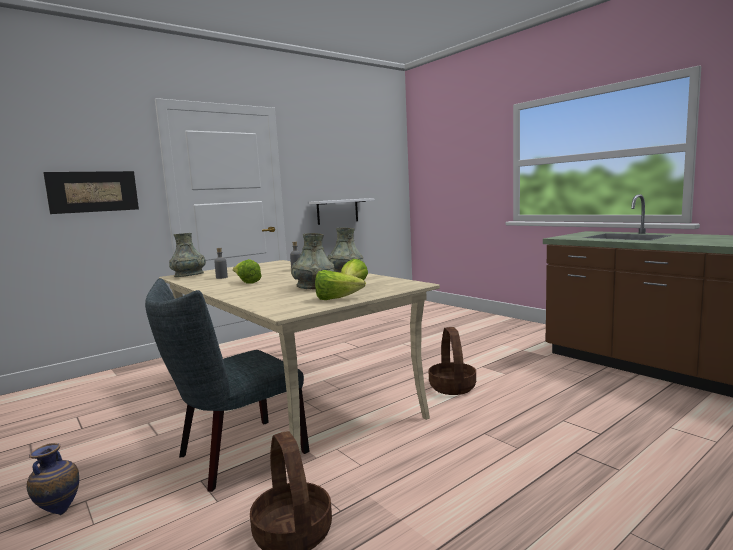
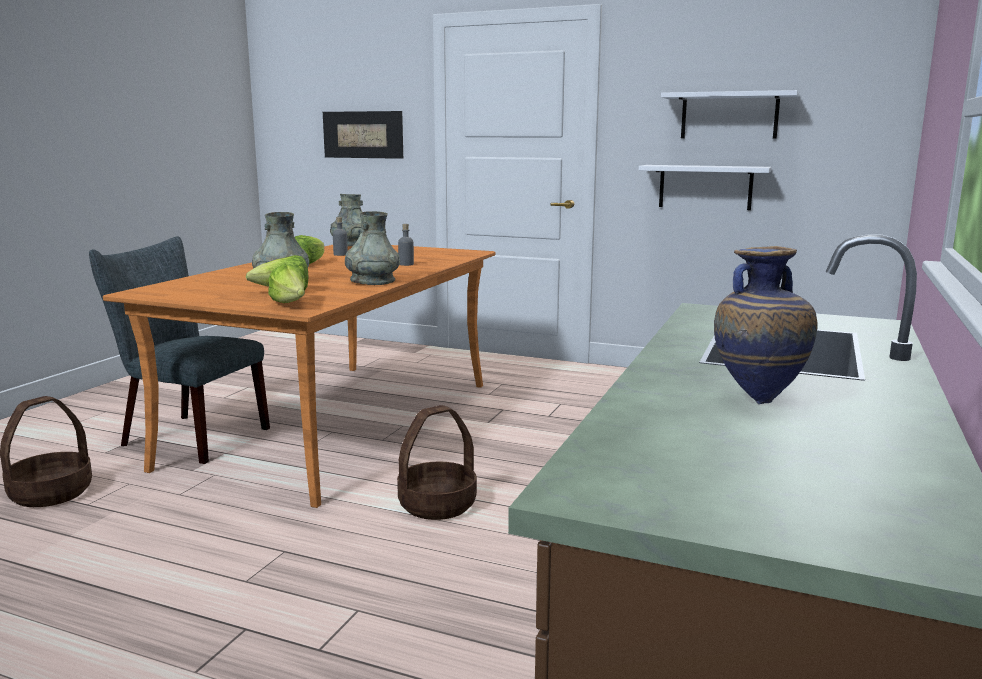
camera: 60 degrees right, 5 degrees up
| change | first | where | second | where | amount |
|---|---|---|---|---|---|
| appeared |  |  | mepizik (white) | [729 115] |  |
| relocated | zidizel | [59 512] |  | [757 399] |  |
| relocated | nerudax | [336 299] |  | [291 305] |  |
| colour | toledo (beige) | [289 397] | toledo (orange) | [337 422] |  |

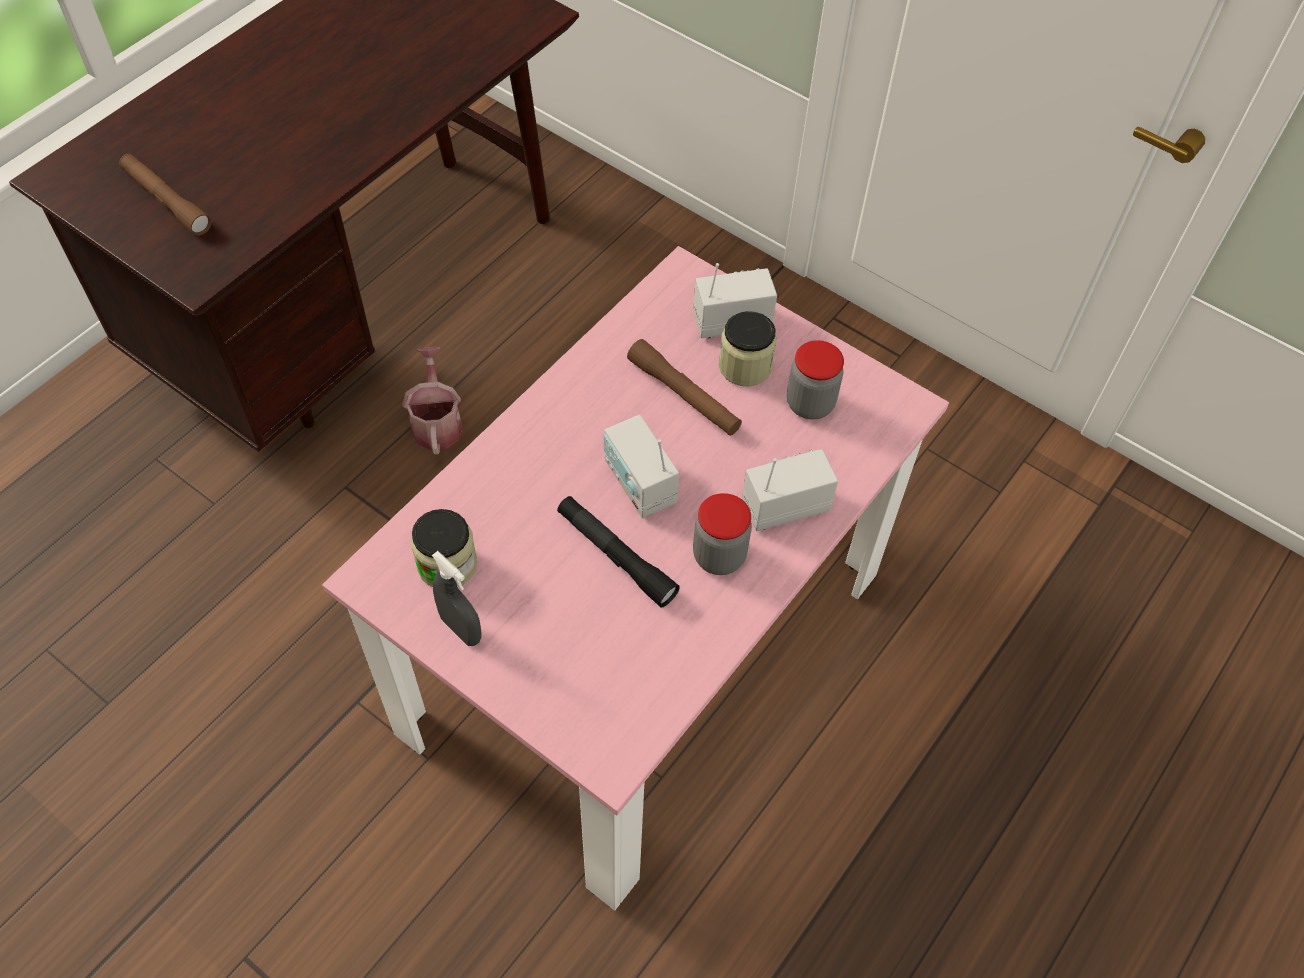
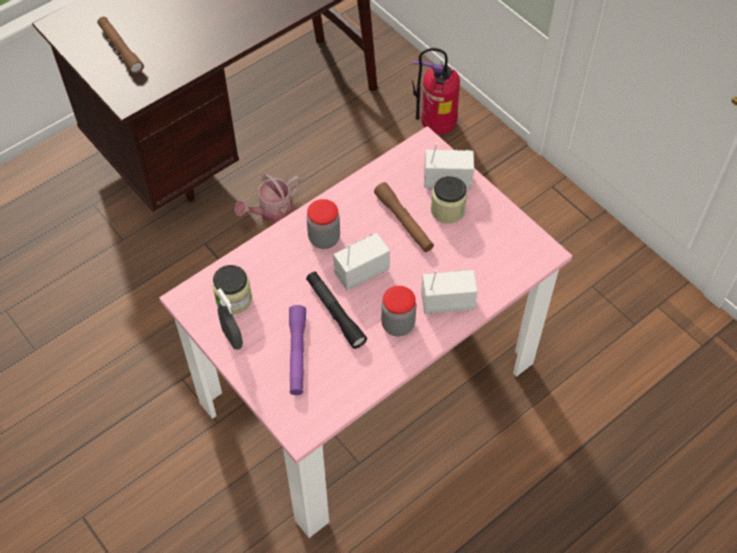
camera: 15 degrees right, 0 degrees up
| change | first | where | second | where | amount |
|---|---|---|---|---|---|
| appeared |  |  | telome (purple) | [297 354] |  |
| appeared |  |  | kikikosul | [436 127] |  |
| relocated | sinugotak | [810 404] |  | [324 238] |  |
| spun | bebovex | [436 422] |  | [271 212] | 135 degrees counterclockwise |
| spun | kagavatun | [639 484] |  | [361 272] | 75 degrees clockwise |

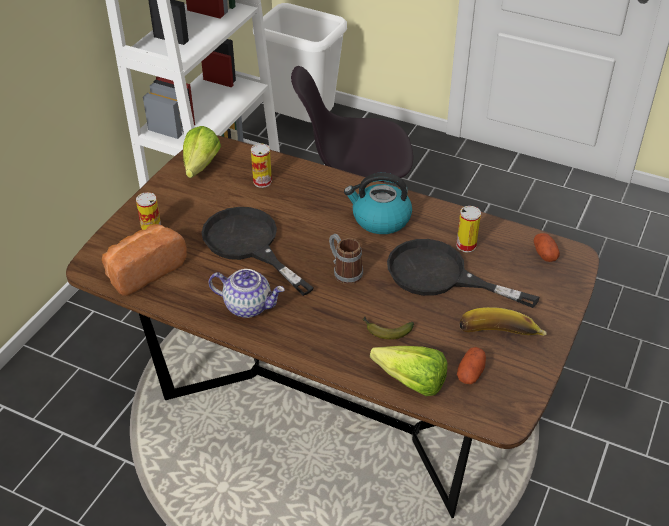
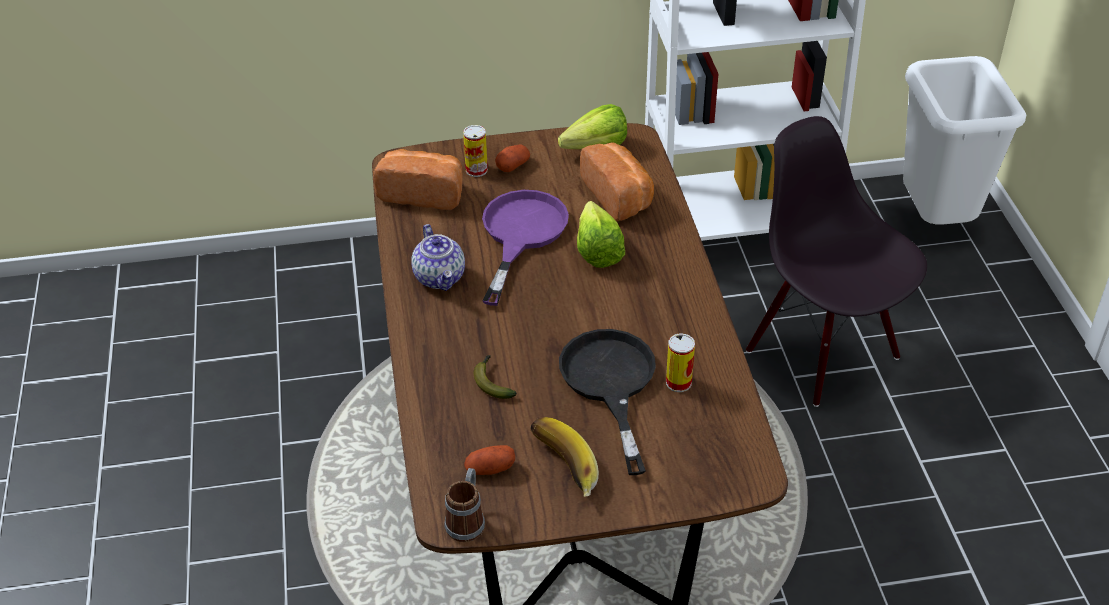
camera: 55 degrees right, 0 degrees up
| change | first | where | second | where | amount |
|---|---|---|---|---|---|
| missing | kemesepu | [380 219] |  |  |  |
| relocated | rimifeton | [344 271] |  | [467 520] |  |
| relocated | nerudax | [406 379] |  | [598 247] |  |
| relocated | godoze | [544 254] |  | [513 165] |  |
| exchanged | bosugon | [262 181] | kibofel | [619 196] |  |
| colour | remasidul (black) | [248 244] | remasidul (purple) | [520 235] |  |

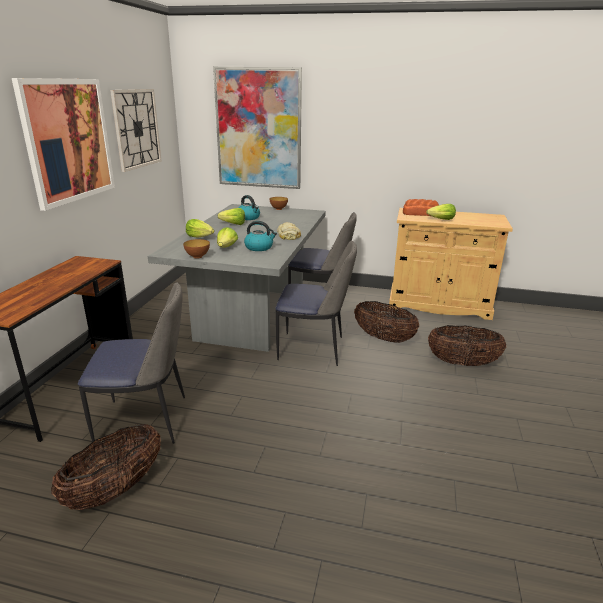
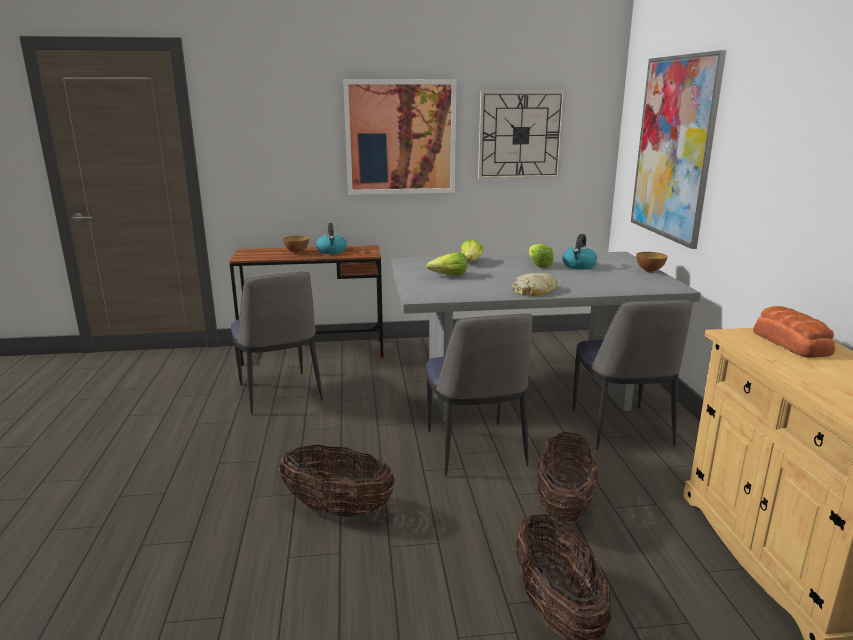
camera: 70 degrees right, 5 degrees down
| change | first | where | second | where | amount |
|---|---|---|---|---|---|
| missing | nerudax | [441 219] |  |  |  |
| relocated | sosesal | [115 489] |  | [338 509] |  |
| relocated | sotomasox | [197 257] |  | [297 252] |  |
| relocated | kemesepu | [259 247] |  | [332 251] |  |

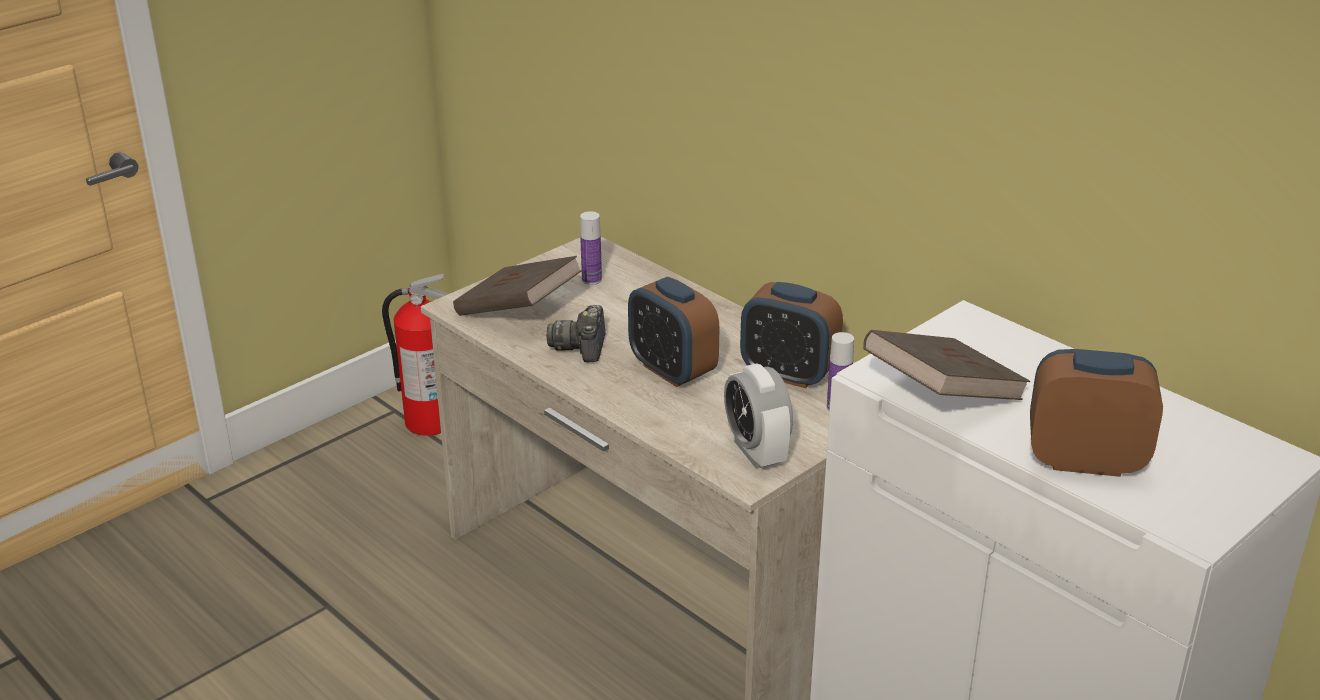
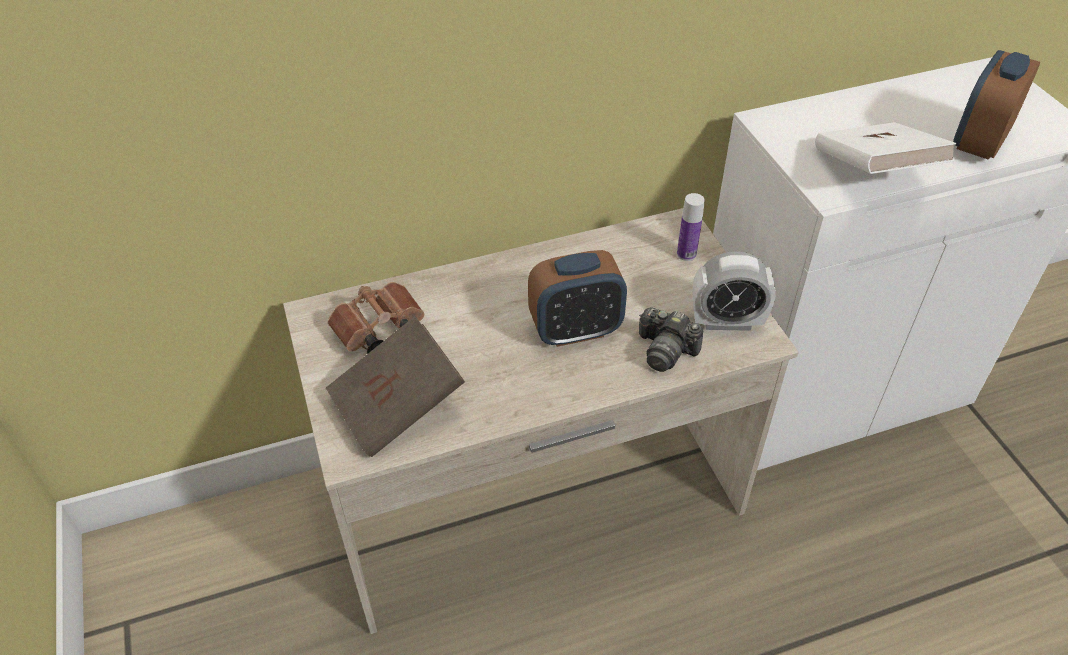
camera: 65 degrees left, 15 degrees up
| change | first | where | second | where | amount |
|---|---|---|---|---|---|
| missing | kikikosul | [429 421] |  |  |  |
| missing | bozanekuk | [788 374] |  |  |  |
| relocated | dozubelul | [581 347] |  | [665 350] |  |
| exchanged | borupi | [591 280] | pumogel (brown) | [378 332] |  |
| colour | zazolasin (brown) | [942 395] | zazolasin (white) | [874 171] |  |

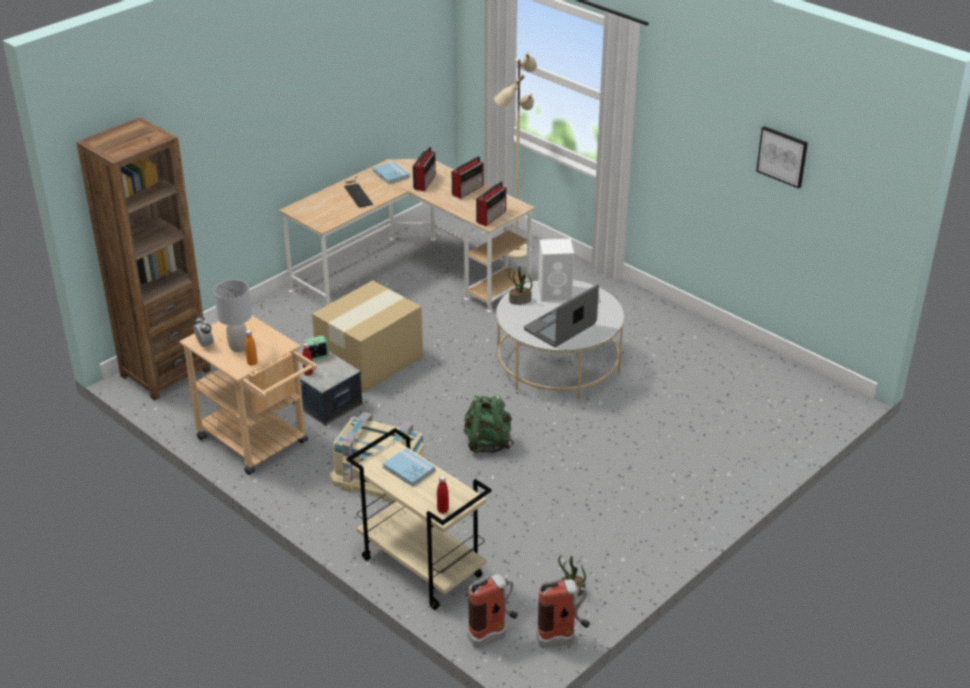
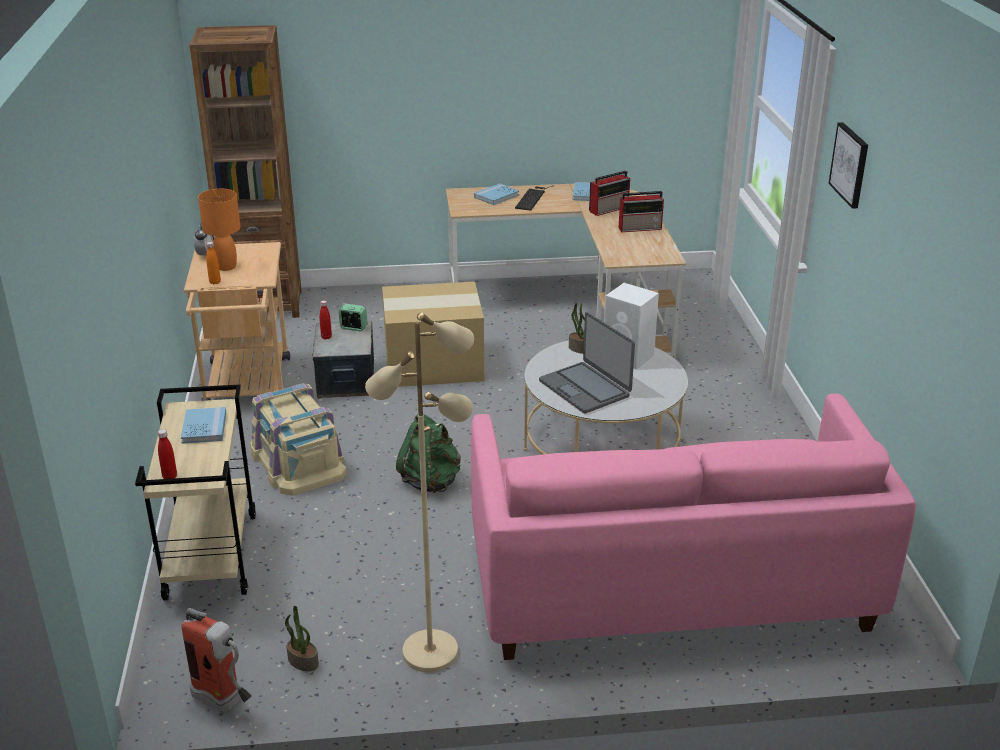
camera: 40 degrees right, 5 degrees down
| change | first | where | second | where | amount |
|---|---|---|---|---|---|
| missing | kikikosul | [493 635] |  |  |  |
| missing | kagavatun | [492 216] |  |  |  |
| appeared |  |  | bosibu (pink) | [669 584] |  |
| appeared |  |  | zazolasin (blue) | [496 196] |  |
| relocated | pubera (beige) | [515 251] |  | [430 651] |  |
| relocated | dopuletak | [782 156] |  | [850 164] |  |
| colour | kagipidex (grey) | [238 347] | kagipidex (orange) | [226 267] |  |
| spun | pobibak | [560 327] |  | [585 388] | 120 degrees counterclockwise |

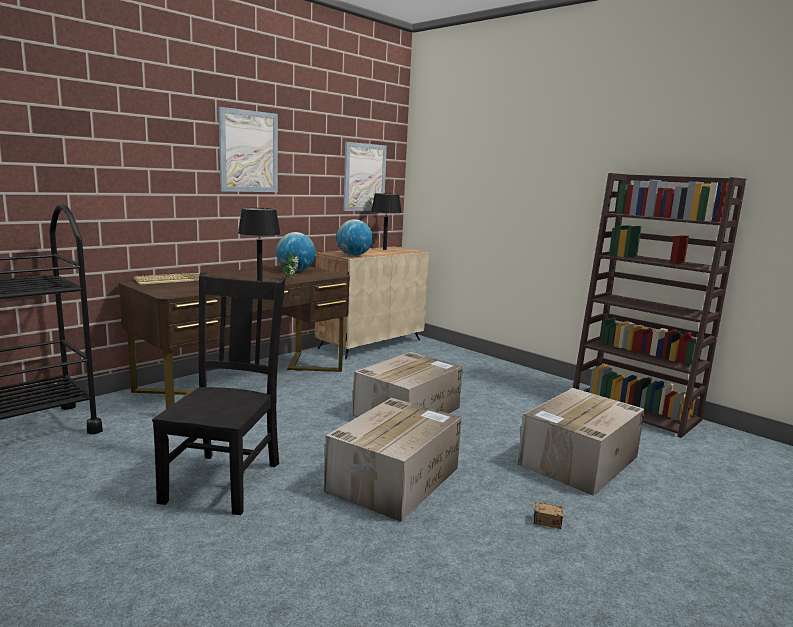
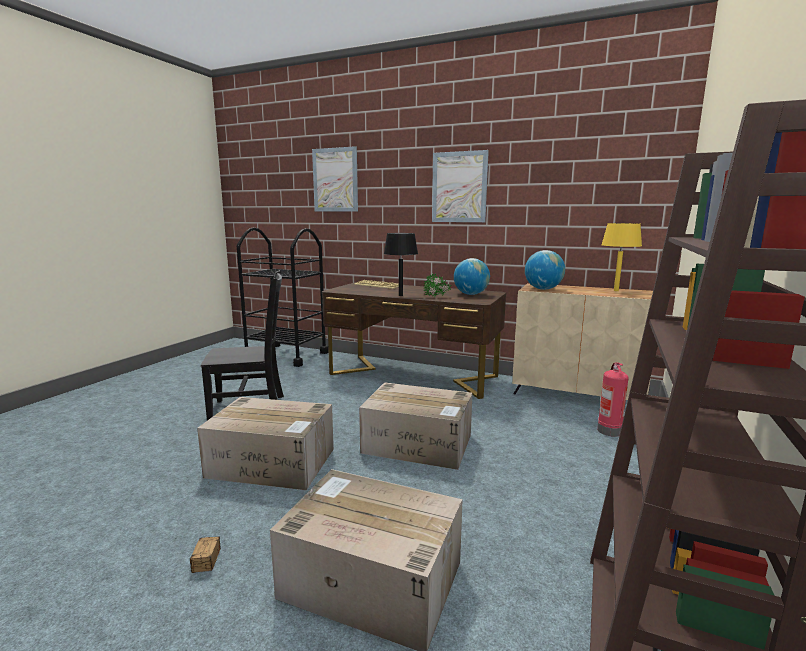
camera: 70 degrees right, 0 degrees up
| change | first | where | second | where | amount |
|---|---|---|---|---|---|
| appeared |  |  | kikikosul | [608 430] |  |
| relocated | dopuletak | [364 177] |  | [335 180] |  |
| colour | kagipidex (black) | [384 249] | kagipidex (yellow) | [616 290] |  |

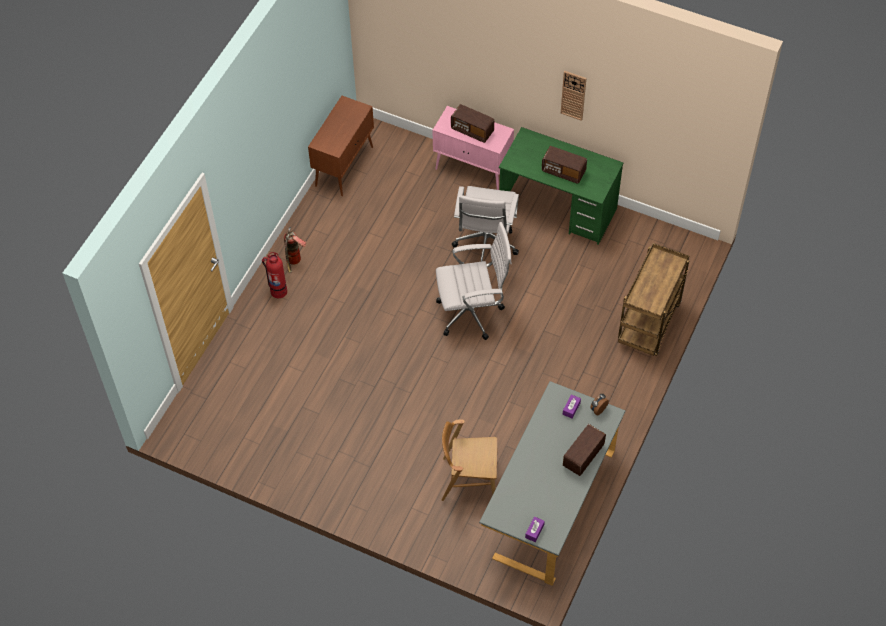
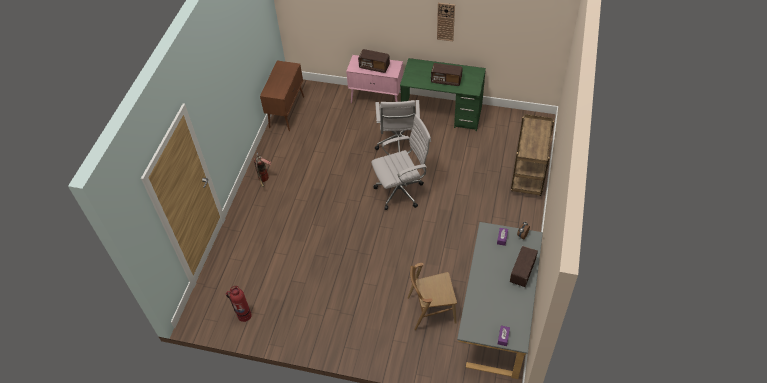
camera: 10 degrees left, 5 degrees down
| change | first | where | second | where | amount |
|---|---|---|---|---|---|
| relocated | kikikosul | [278 291] |  | [244 315] |  |

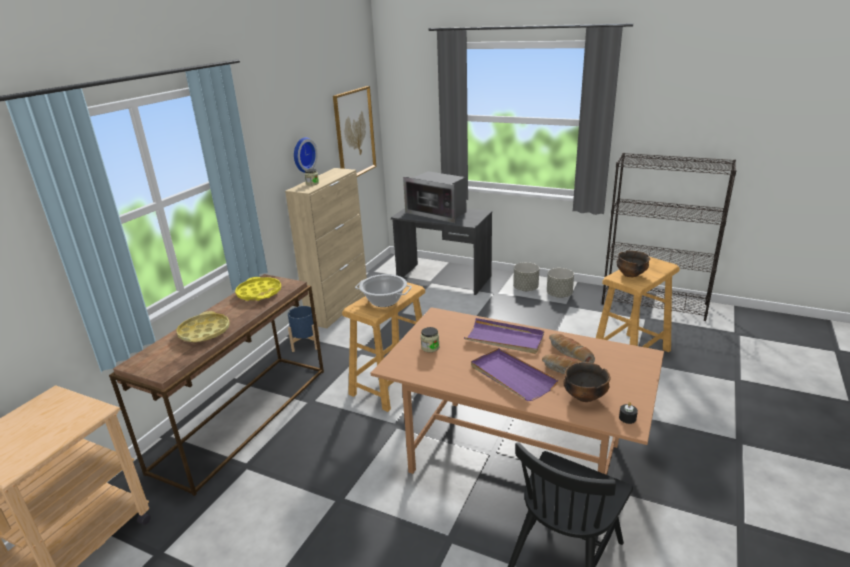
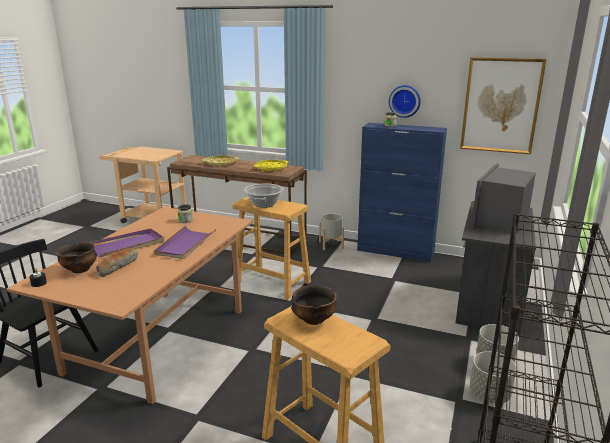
camera: 85 degrees right, 5 degrees down
| change | first | where | second | where | amount |
|---|---|---|---|---|---|
| missing | kibofel | [570 353] |  |  |  |
| colour | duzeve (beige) | [338 307] | duzeve (blue) | [395 251] |  |
| colour | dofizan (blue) | [305 344] | dofizan (grey) | [331 245] |  |

